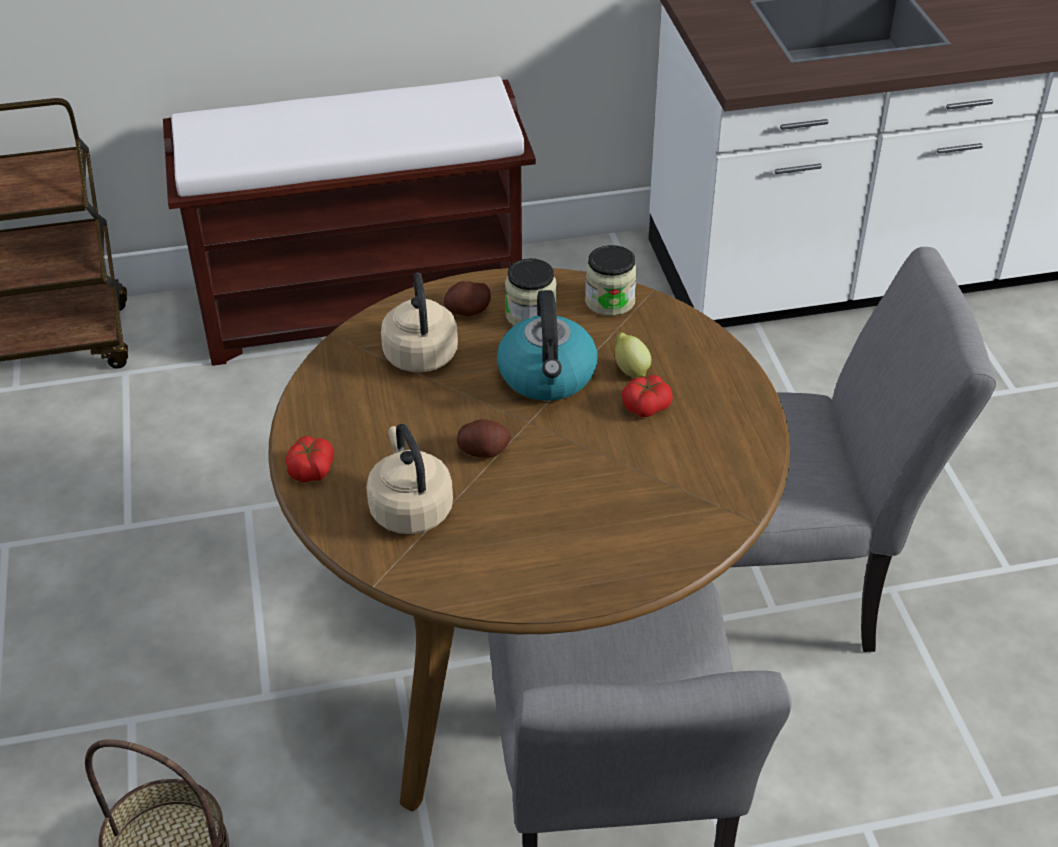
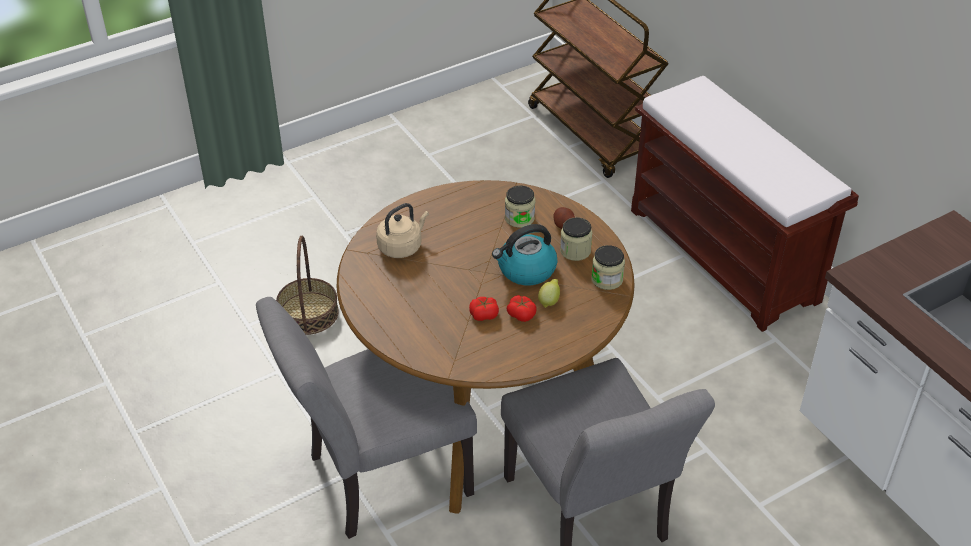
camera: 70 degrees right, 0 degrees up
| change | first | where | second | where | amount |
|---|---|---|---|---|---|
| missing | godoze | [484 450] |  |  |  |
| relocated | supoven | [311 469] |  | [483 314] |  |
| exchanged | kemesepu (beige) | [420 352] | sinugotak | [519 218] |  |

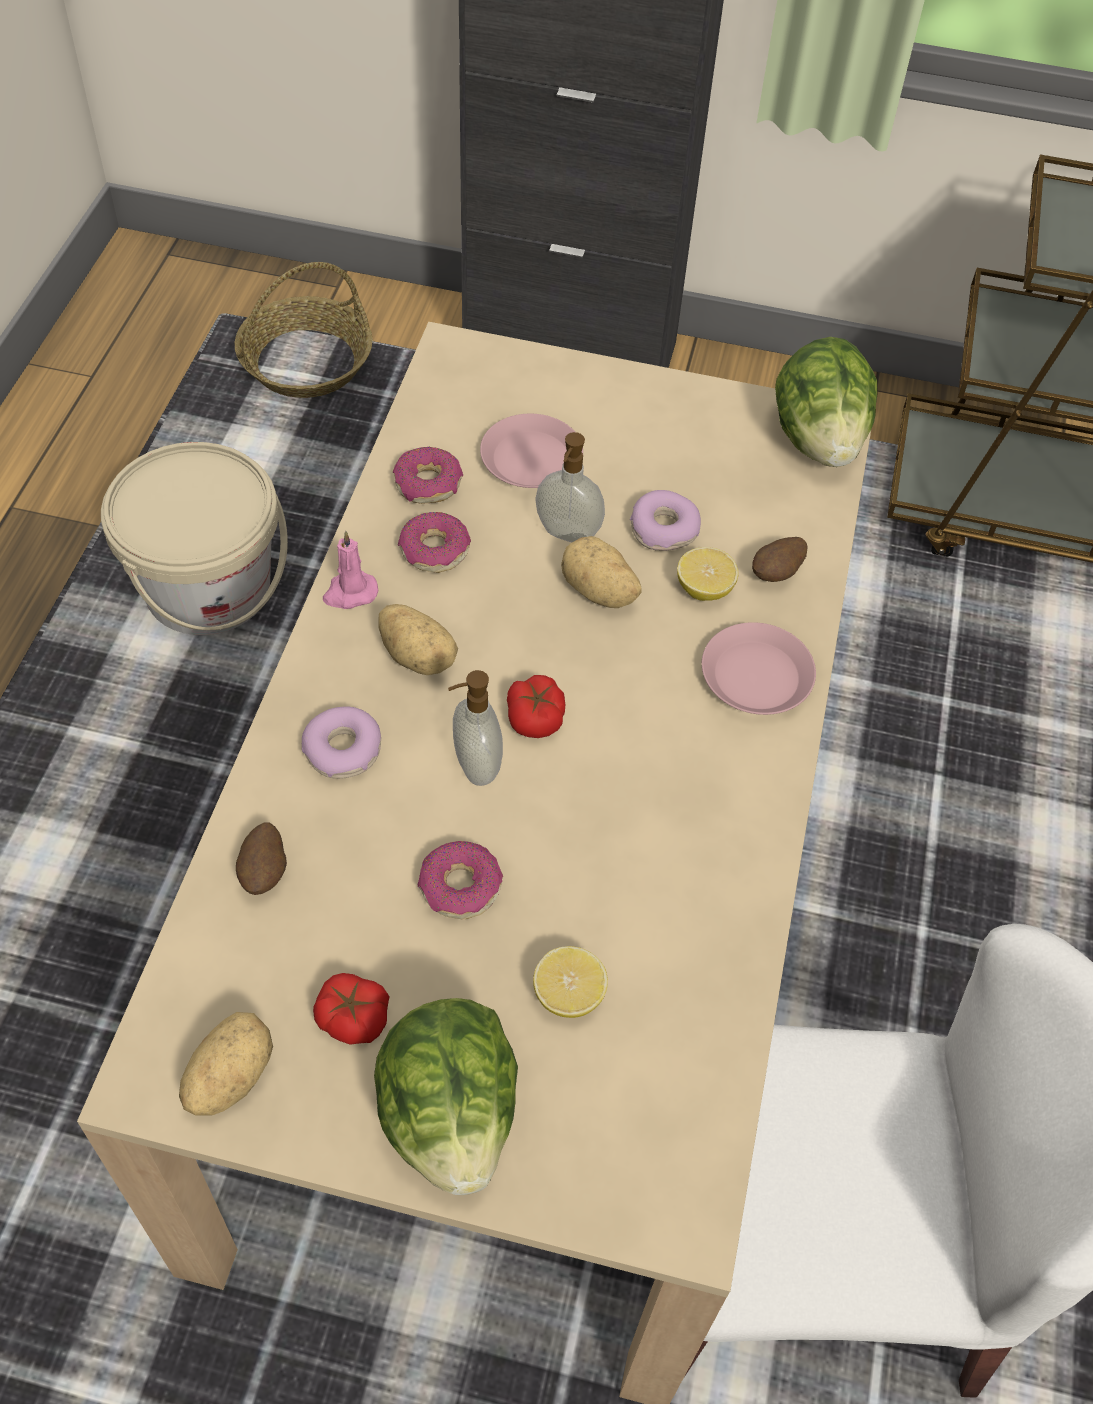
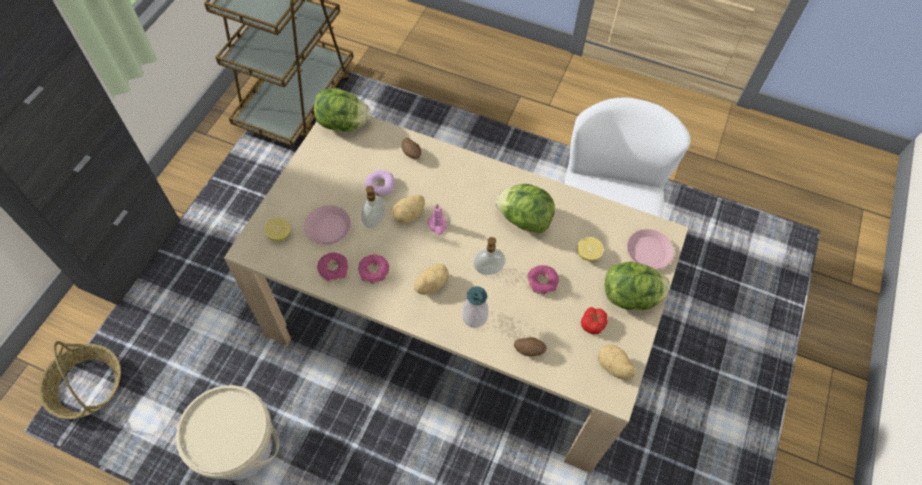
camera: 80 degrees left, 5 degrees up
| change | first | where | second | where | amount |
|---|---|---|---|---|---|
| missing | supoven | [535 717] |  |  |  |
| appeared |  |  | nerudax | [524 219] |  |
| relocated | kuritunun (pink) | [349 593] |  | [437 225] |  |
| relocated | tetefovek | [704 589] |  | [279 234] |  |
| relocated | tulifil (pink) | [755 676] |  | [648 252] |  |
| exchanged | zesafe | [343 750] | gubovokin | [475 317] |  |

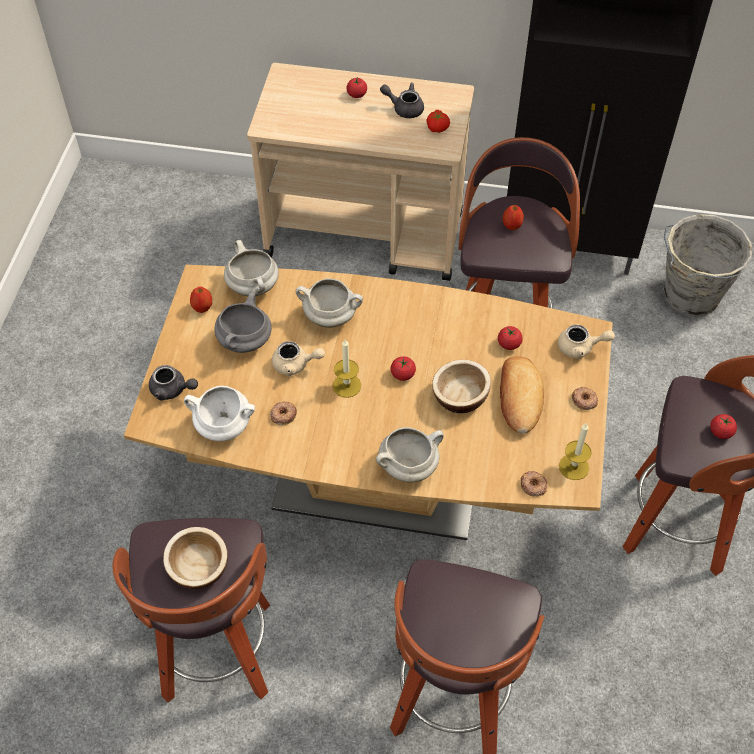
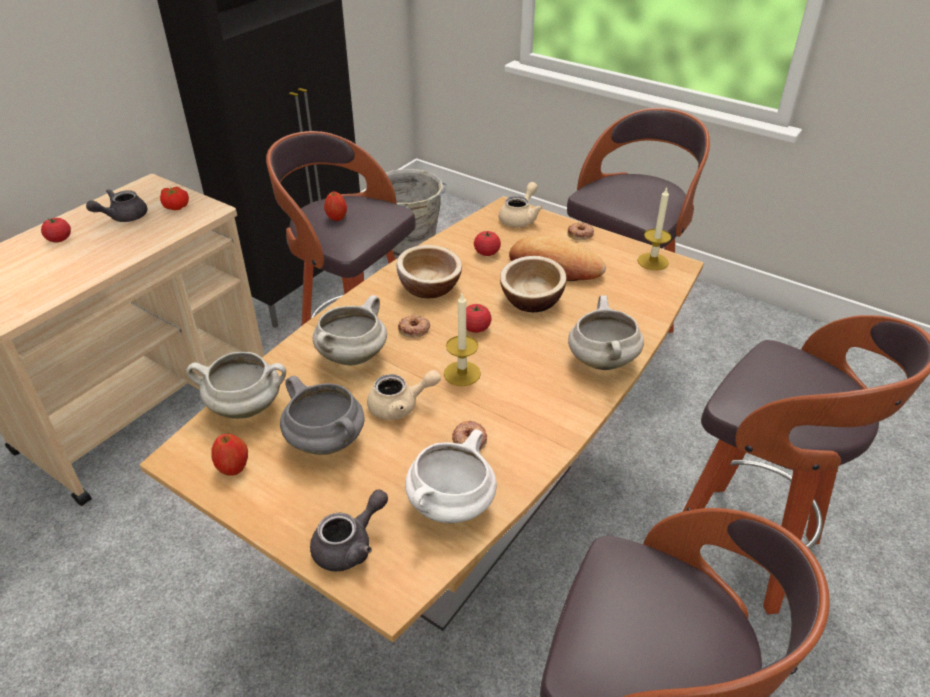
camera: 65 degrees left, 15 degrees down
| change | first | where | second | where | amount |
|---|---|---|---|---|---|
| missing | supoven | [720 432] |  |  |  |
| relocated | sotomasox | [198 567] |  | [429 287] |  |
| relocated | zesafe | [533 485] |  | [414 329] |  |
| spun | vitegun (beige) | [295 364] |  | [400 406] | 45 degrees clockwise |

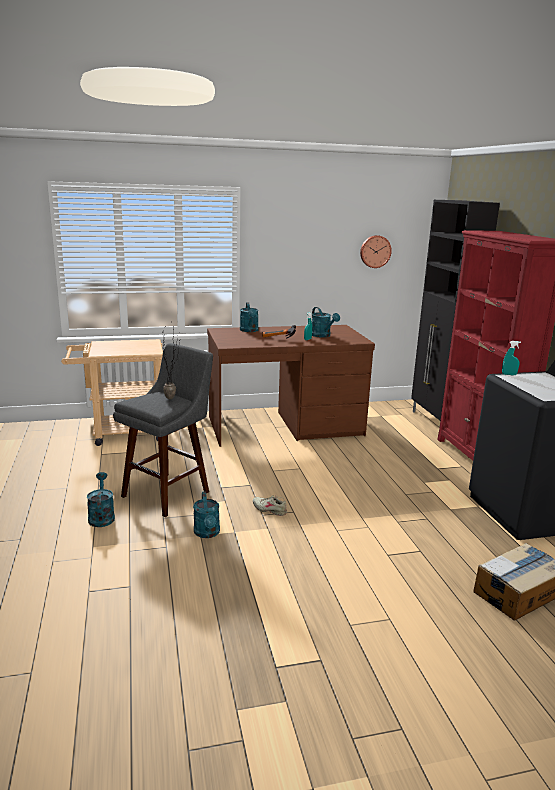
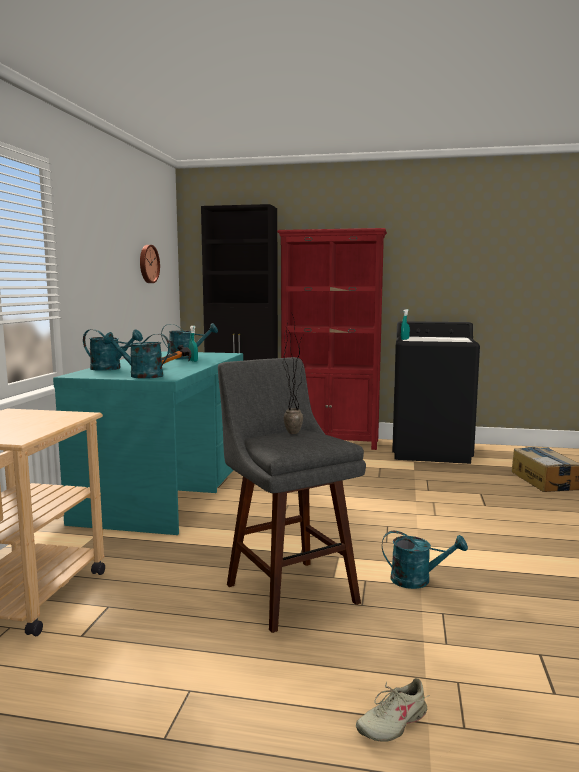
camera: 65 degrees left, 10 degrees down
| change | first | where | second | where | amount |
|---|---|---|---|---|---|
| relocated | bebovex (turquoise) | [101 516] |  | [140 376] |  |
| relocated | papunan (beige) | [270 509] |  | [392 722] |  |
| colour | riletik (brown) | [285 426] | riletik (turquoise) | [167 490] |  |

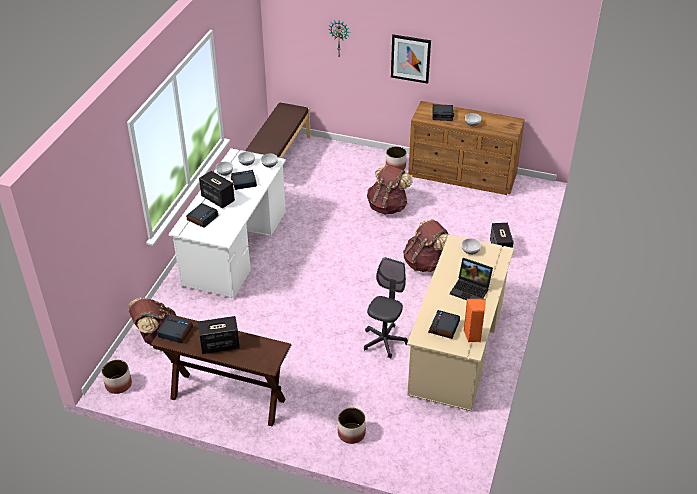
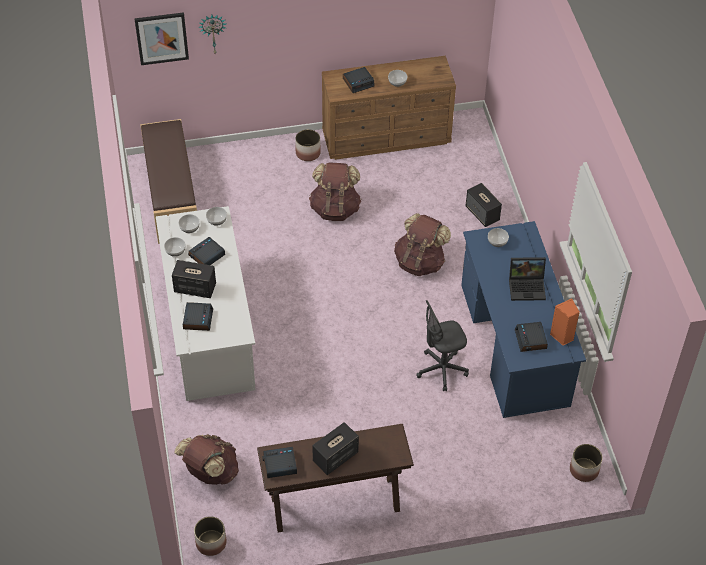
camera: 30 degrees left, 10 degrees up
| change | first | where | second | where | amount |
|---|---|---|---|---|---|
| relocated | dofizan | [351 433] |  | [583 469] |  |
| relocated | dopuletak | [410 58] |  | [161 38] |  |
| colour | riletik (beige) | [457 347] | riletik (blue) | [514 345] |  |
| spun | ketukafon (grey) | [384 341] |  | [441 370] | 105 degrees counterclockwise |

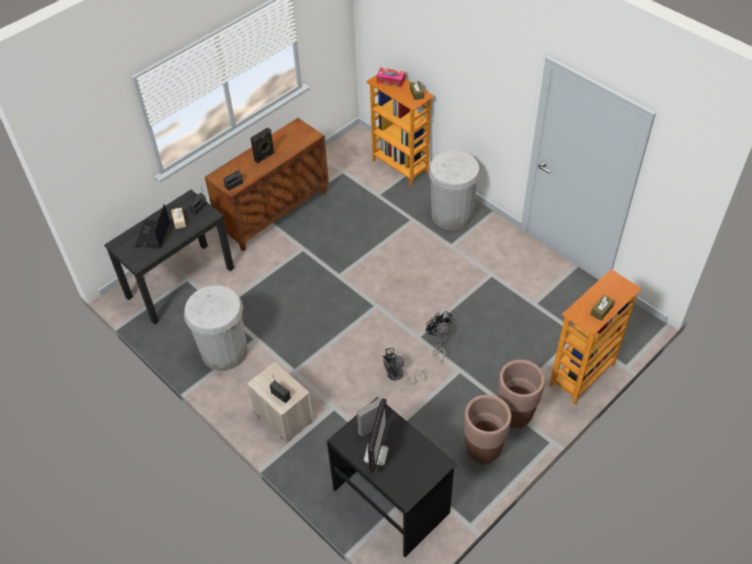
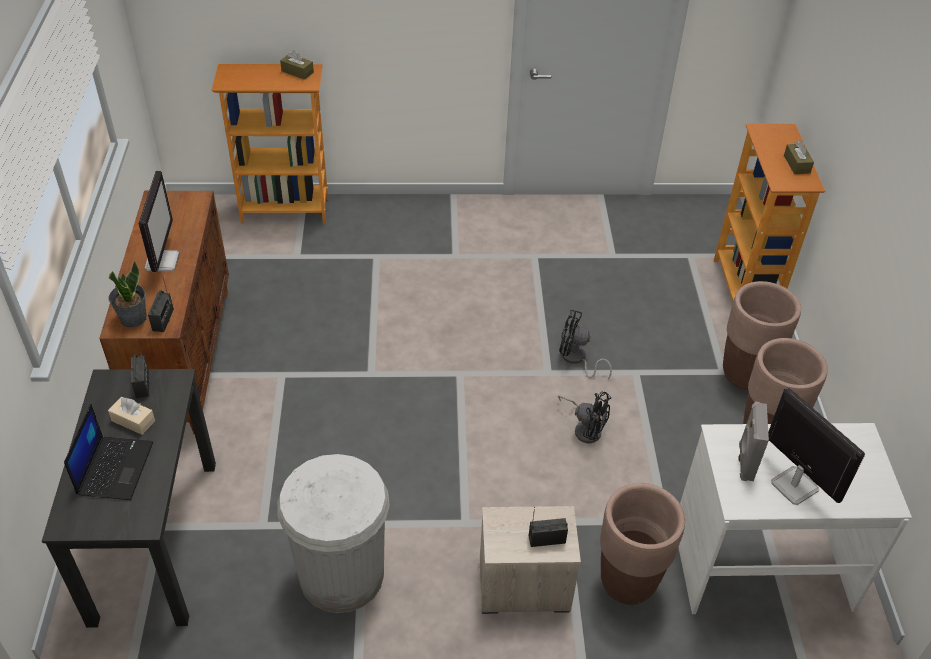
camera: 50 degrees left, 5 degrees down
| change | first | where | second | where | amount |
|---|---|---|---|---|---|
| missing | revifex | [390 81] |  |  |  |
| missing | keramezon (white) | [451 215] |  |  |  |
| appeared |  |  | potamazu | [133 318] |  |
| appeared |  |  | dofizan (brown) | [627 582] |  |
| exchanged | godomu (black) | [265 157] | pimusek | [162 261] |  |
| colour | riletik (black) | [392 500] | riletik (white) | [761 564] |  |
| spun | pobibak | [153 235] |  | [115 467] | 135 degrees counterclockwise |
| spun | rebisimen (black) | [398 376] |  | [585 428] | 90 degrees counterclockwise |

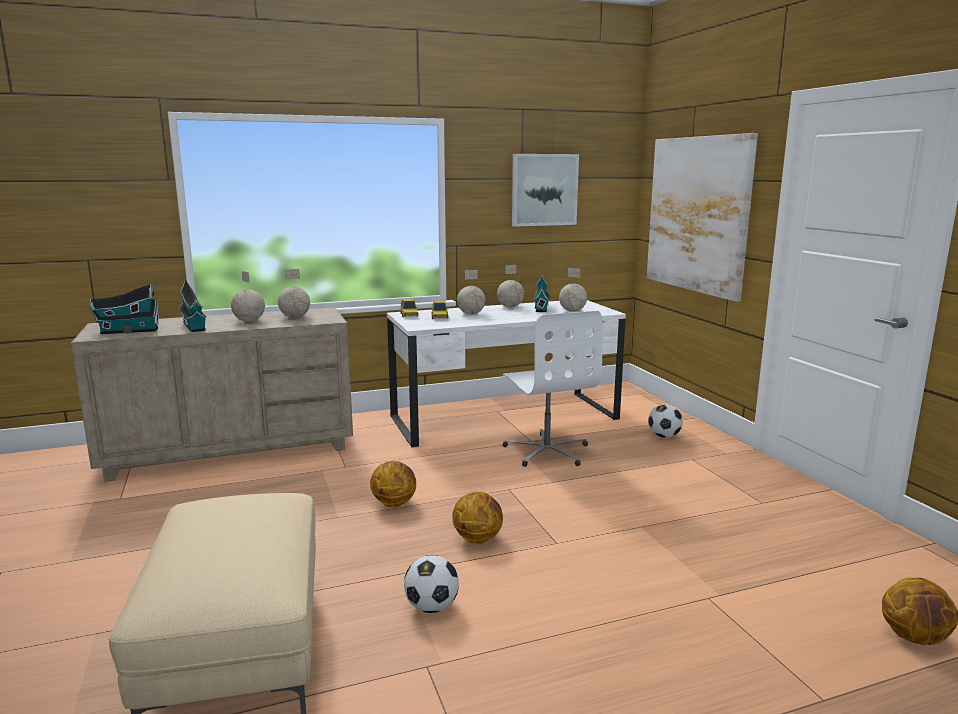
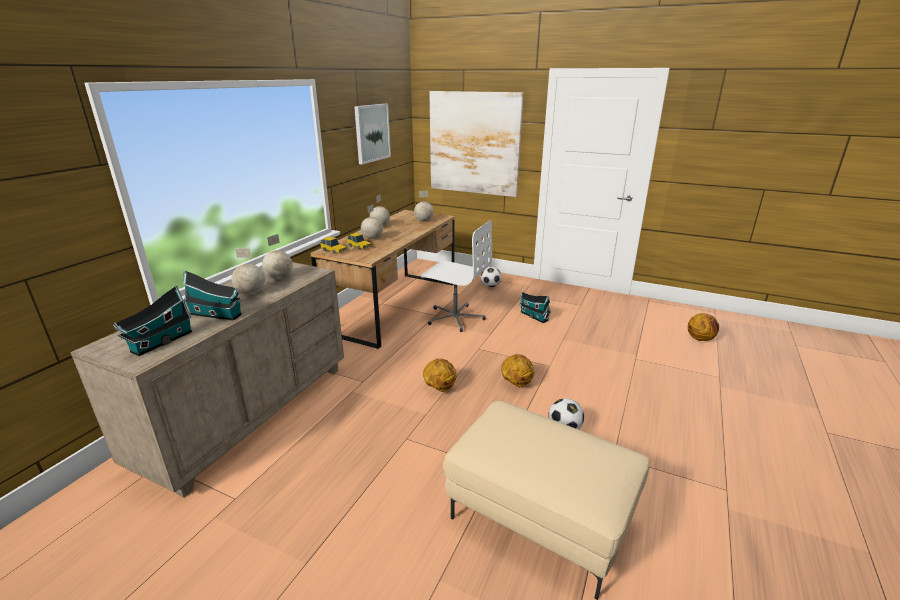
camera: 45 degrees left, 10 degrees up
| change | first | where | second | where | amount |
|---|---|---|---|---|---|
| relocated | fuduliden | [541 307] |  | [533 316] |  |
| colour | riletik (white) | [504 418] | riletik (brown) | [395 306] |  |

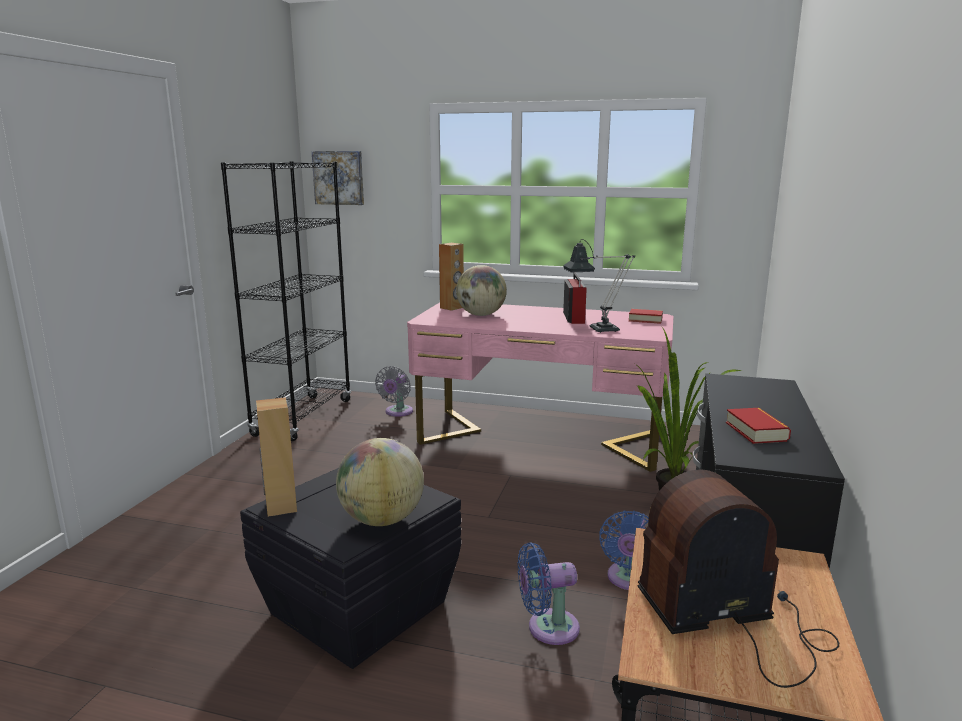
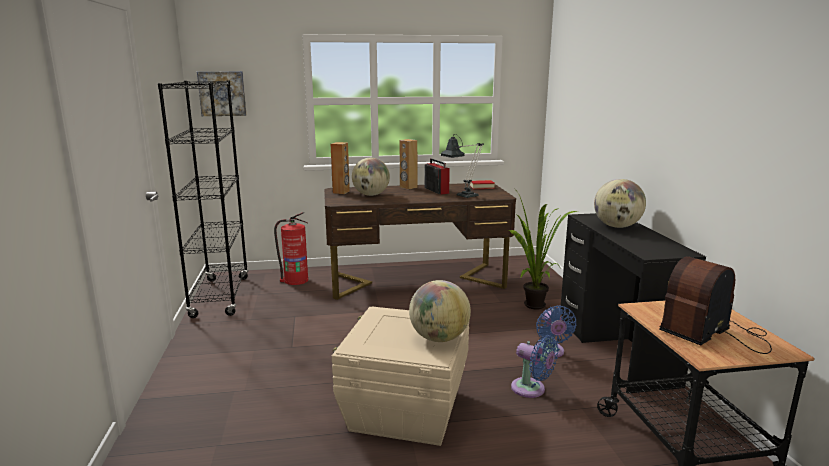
camera: 25 degrees left, 0 degrees up
| change | first | where | second | where | amount |
|---|---|---|---|---|---|
| missing | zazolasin | [756 431] |  |  |  |
| appeared |  |  | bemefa | [617 226] |  |
| relocated | godomu (brown) | [280 507] |  | [408 187] |  |
| exchanged | rebisimen (grey) | [397 412] | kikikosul | [295 280] |  |
| colour | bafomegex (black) | [356 607] | bafomegex (beige) | [404 411] |  |
| colour | riletik (pink) | [539 438] | riletik (brown) | [416 280] |  |
| spun | rebisimen (blue) | [547 628] |  | [531 389] | 105 degrees counterclockwise |

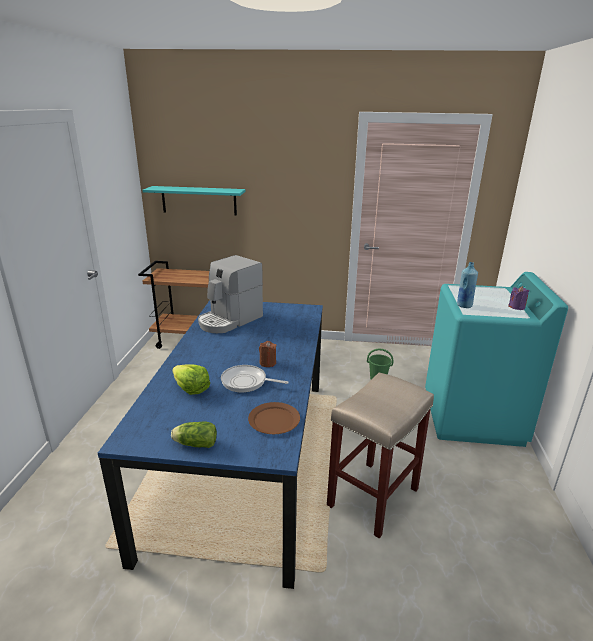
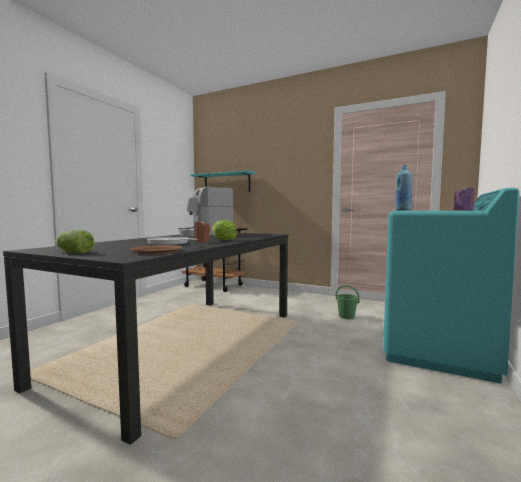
camera: 20 degrees right, 20 degrees down
| change | first | where | second | where | amount |
|---|---|---|---|---|---|
| missing | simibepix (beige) | [373 496] |  |  |  |
| relocated | nerudax | [191 389] |  | [223 239] |  |
| colour | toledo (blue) | [245 457] | toledo (black) | [186 343] |  |

